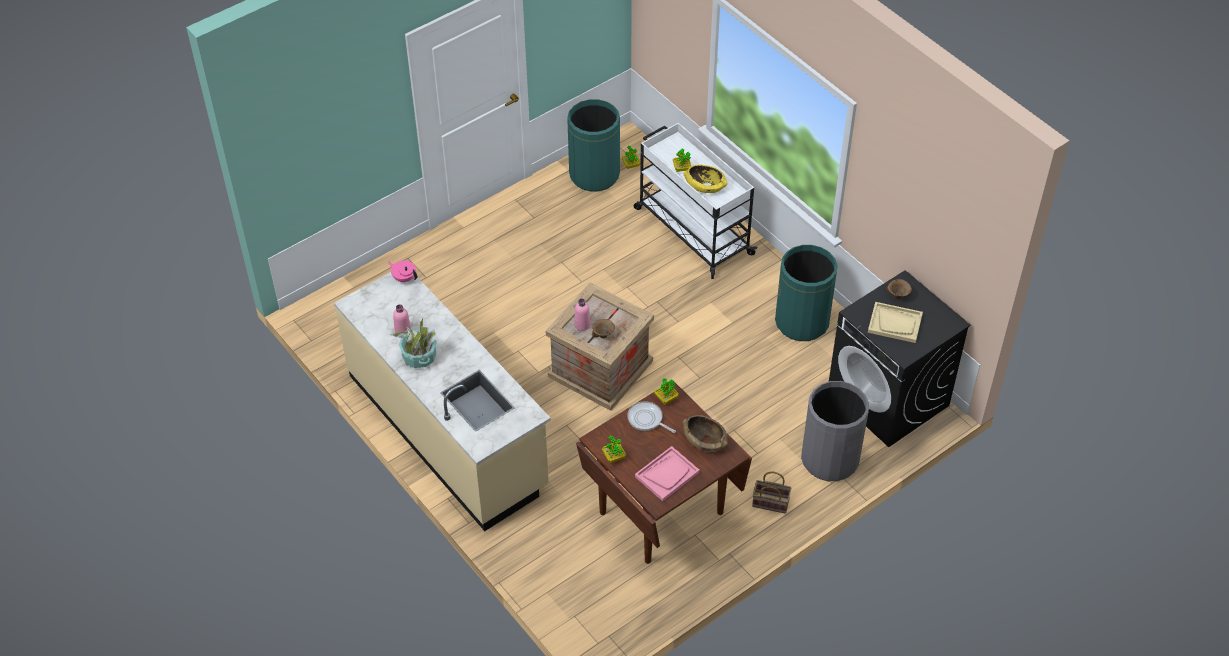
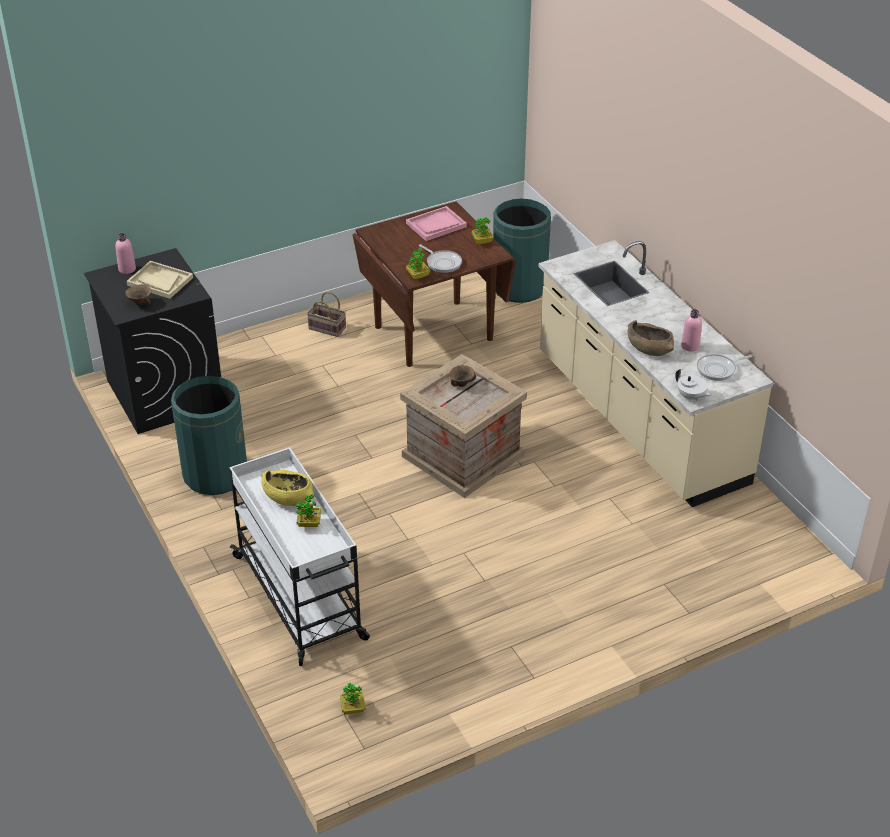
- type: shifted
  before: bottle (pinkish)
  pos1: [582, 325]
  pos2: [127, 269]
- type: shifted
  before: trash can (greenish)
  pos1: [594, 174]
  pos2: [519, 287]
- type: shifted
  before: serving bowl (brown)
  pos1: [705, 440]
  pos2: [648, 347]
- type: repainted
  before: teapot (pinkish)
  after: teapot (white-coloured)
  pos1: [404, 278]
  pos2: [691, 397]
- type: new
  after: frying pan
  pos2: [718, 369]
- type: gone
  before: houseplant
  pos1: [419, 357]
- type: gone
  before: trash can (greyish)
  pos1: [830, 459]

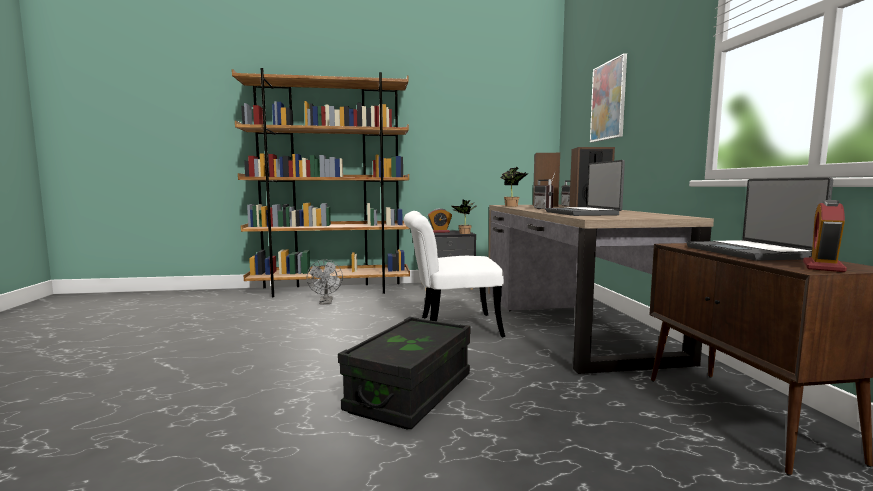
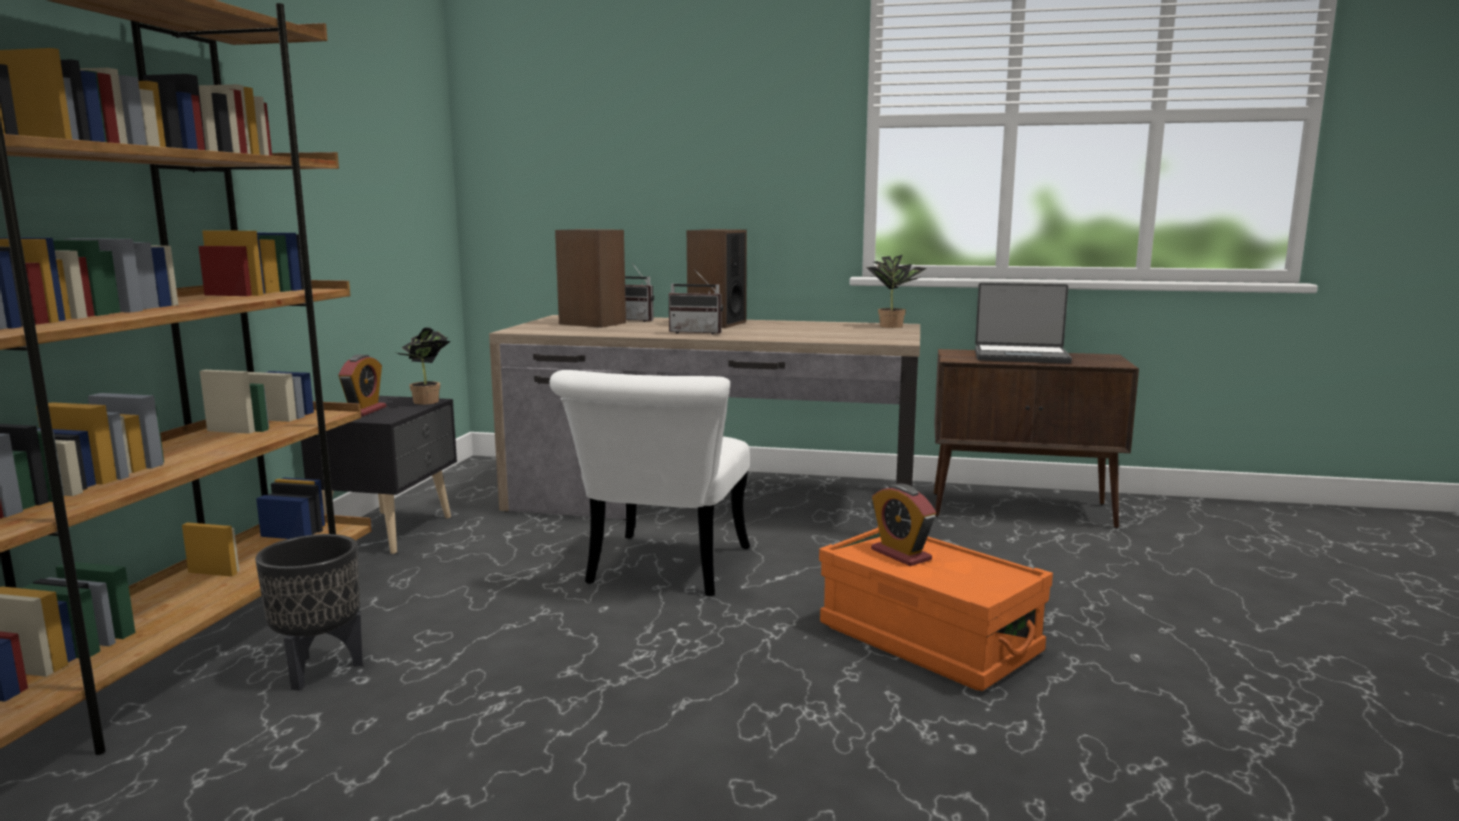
- type: swapped
  before: electric fan (greyish)
  after: planter (blackish)
  pos1: [326, 303]
  pos2: [320, 669]
- type: repainted
  before: storage container (blackish)
  after: storage container (orange)
  pos1: [410, 393]
  pos2: [928, 640]
- type: shifted
  before: houseplant
  pos1: [513, 206]
  pos2: [894, 326]
- type: shifted
  before: table clock
  pos1: [823, 267]
  pos2: [901, 554]
- type: gone
  before: notebook computer
  pos1: [583, 213]
- type: gone
  before: wall art
  pos1: [608, 101]

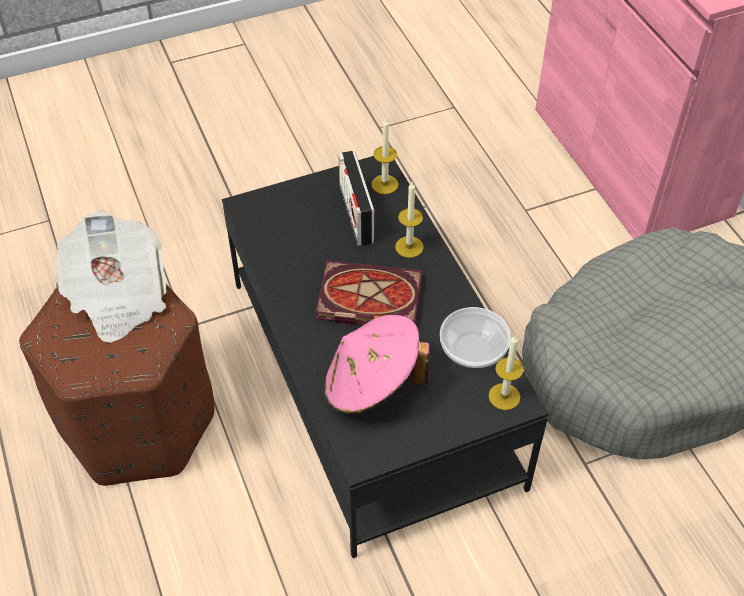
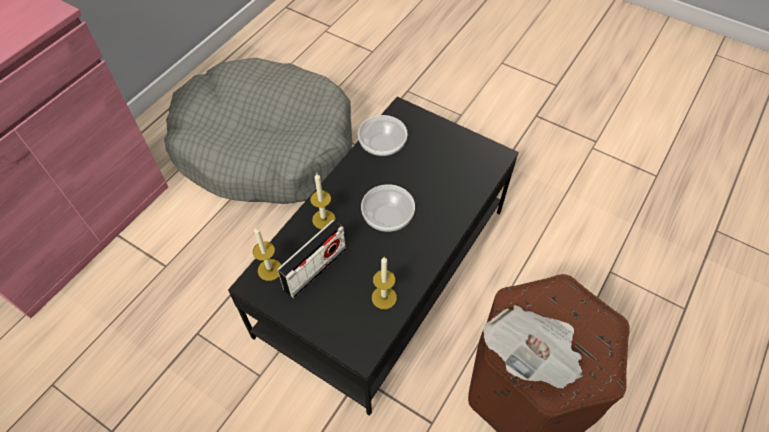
- type: swapped
  before: book
  after: serving bowl
  pos1: [366, 299]
  pos2: [388, 217]
- type: shifted
  before: wax candle
  pos1: [504, 396]
  pos2: [384, 297]
- type: gone
  before: wearable hat (pinkish)
  pos1: [372, 385]

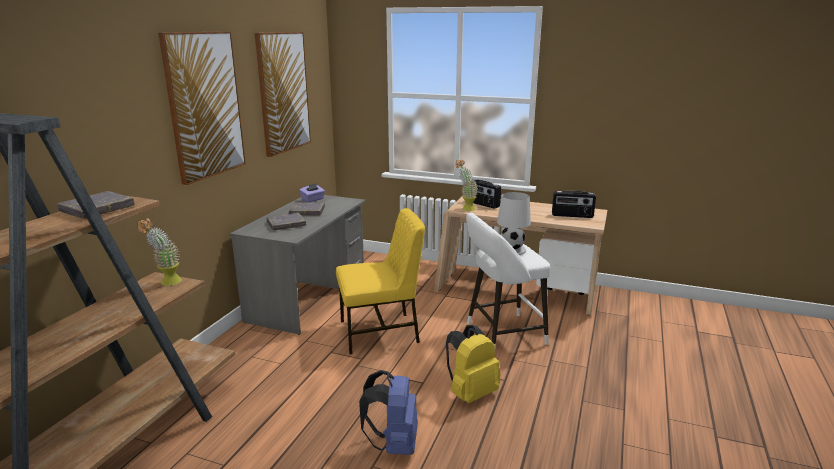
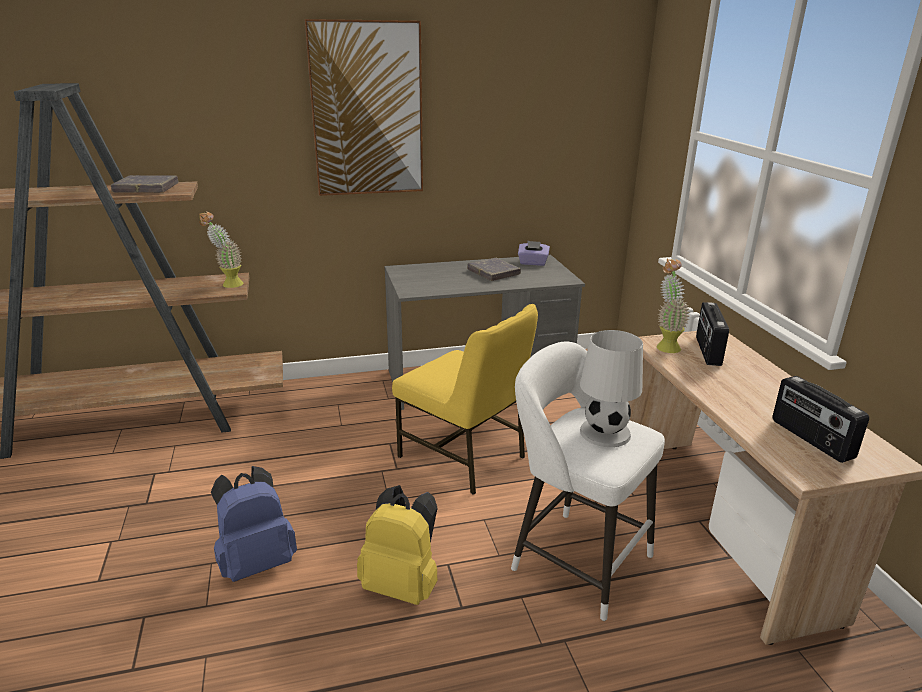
- type: gone
  before: wall art
  pos1: [283, 92]
- type: gone
  before: book (greyish)
  pos1: [286, 224]

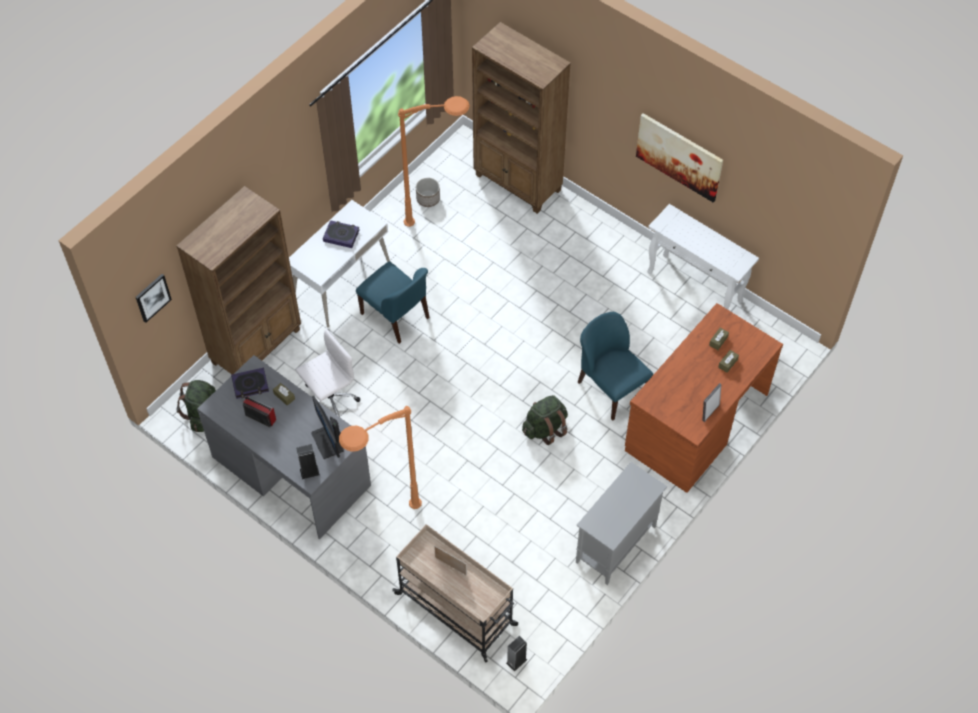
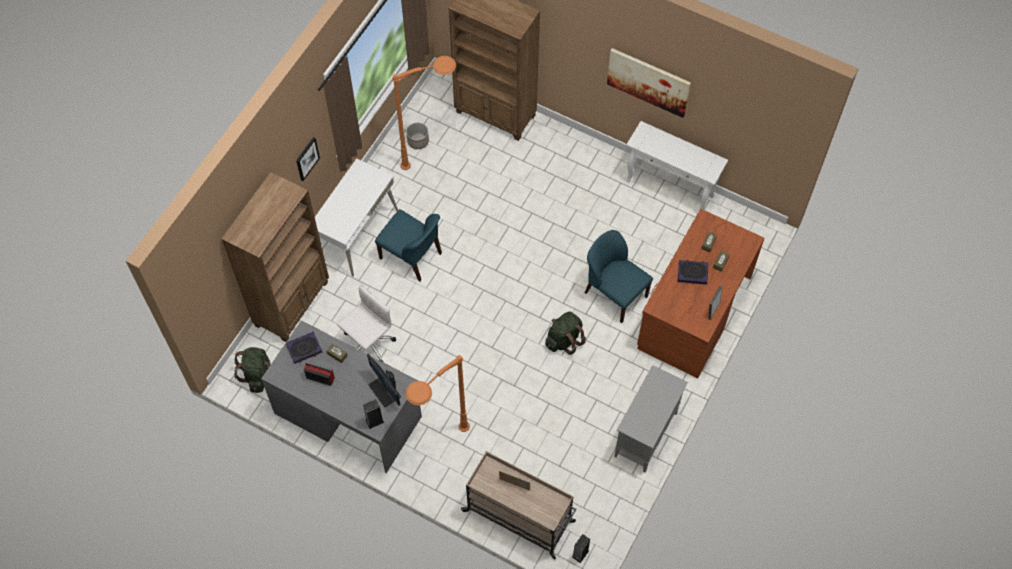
- type: shifted
  before: wall art
  pos1: [152, 297]
  pos2: [307, 158]
- type: shifted
  before: book
  pos1: [341, 235]
  pos2: [692, 273]

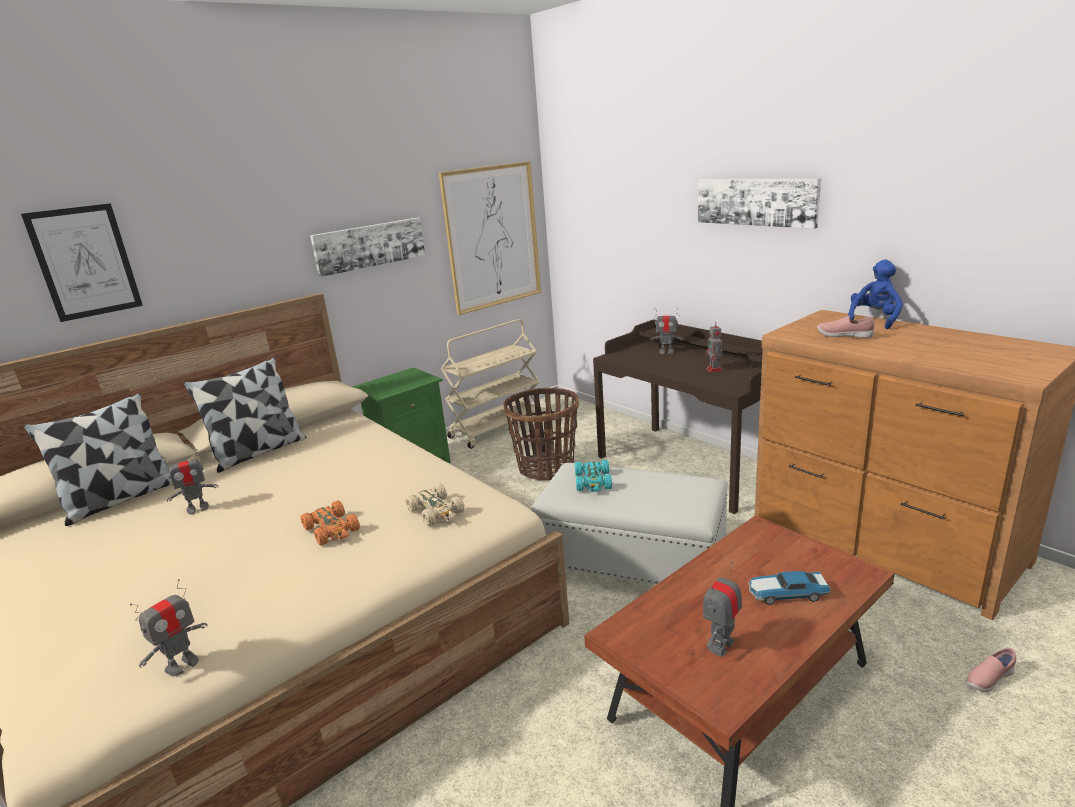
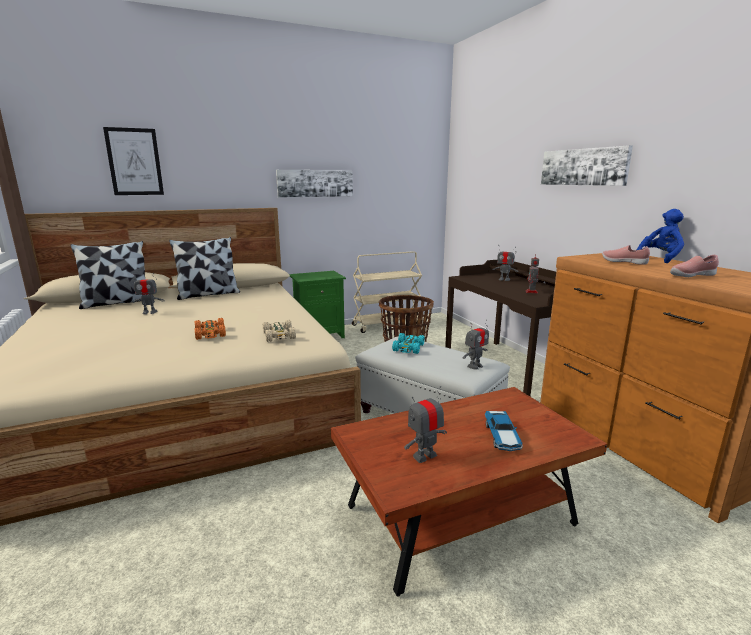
- type: shifted
  before: toy robot
  pos1: [182, 665]
  pos2: [475, 366]
- type: rotated
  before: model car
  pos1: [786, 593]
  pos2: [502, 437]
  turn: -105
- type: shifted
  before: shoe (pinkish)
  pos1: [988, 679]
  pos2: [691, 276]
- type: gone
  before: wall art
  pos1: [492, 237]

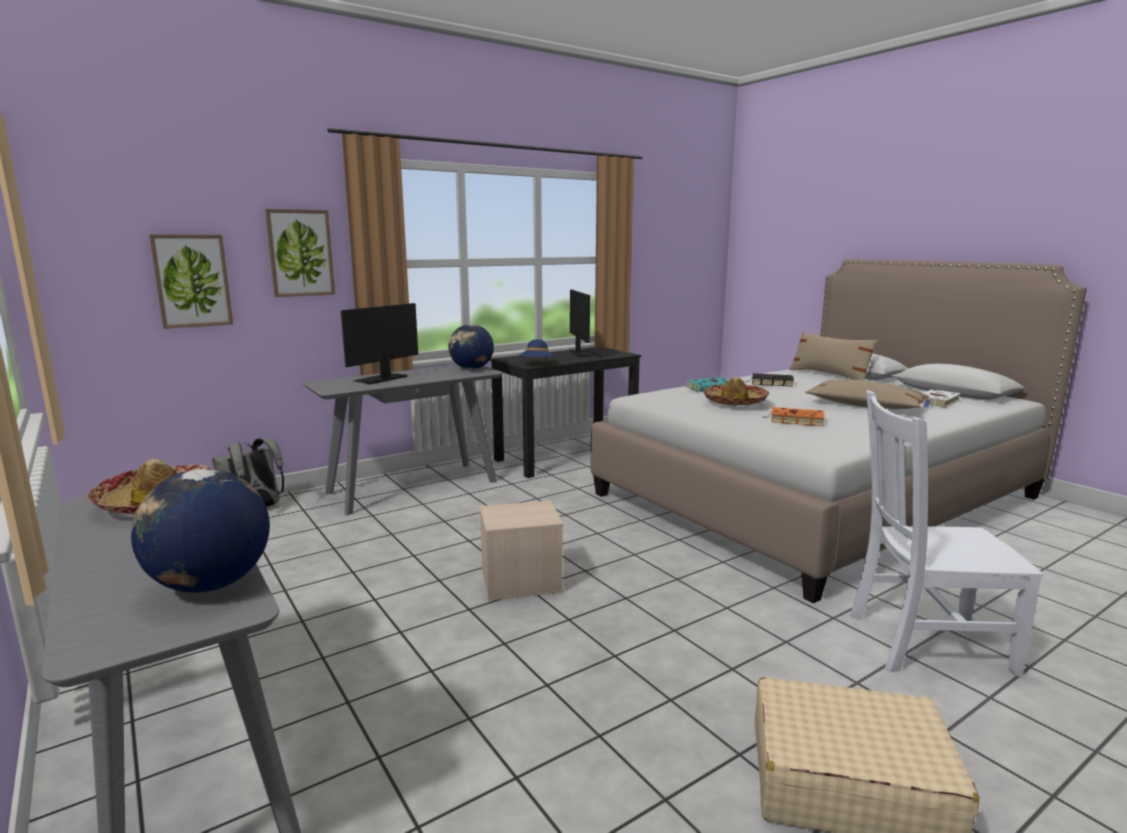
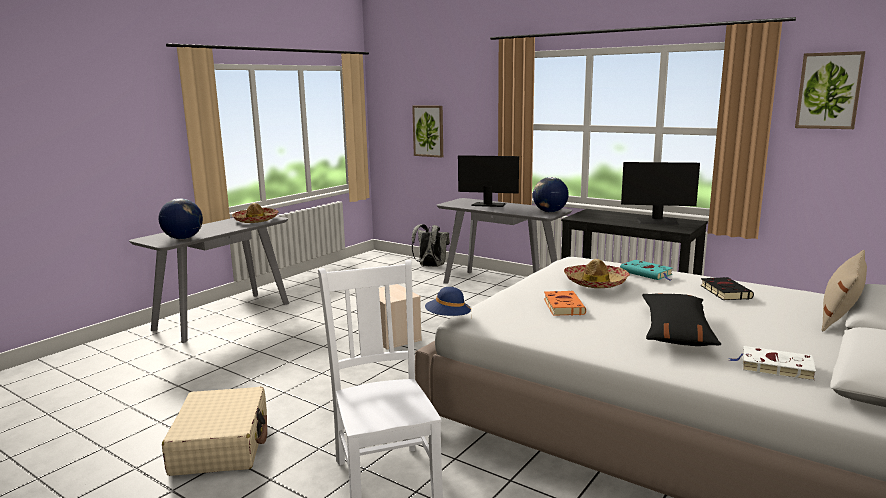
- type: shifted
  before: wearable hat (bluish)
  pos1: [537, 364]
  pos2: [448, 318]
- type: rotated
  before: computer screen
  pos1: [584, 353]
  pos2: [658, 221]
  turn: 45
- type: repainted
  before: throw pillow (beige)
  after: throw pillow (blackish)
  pos1: [865, 406]
  pos2: [676, 331]
- type: shifted
  before: wall art
  pos1: [300, 253]
  pos2: [829, 91]

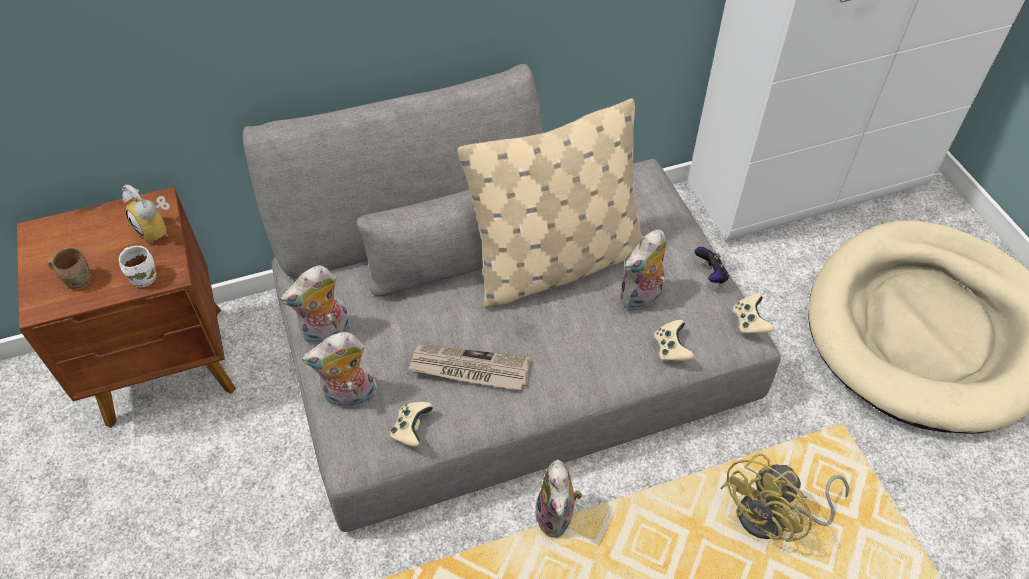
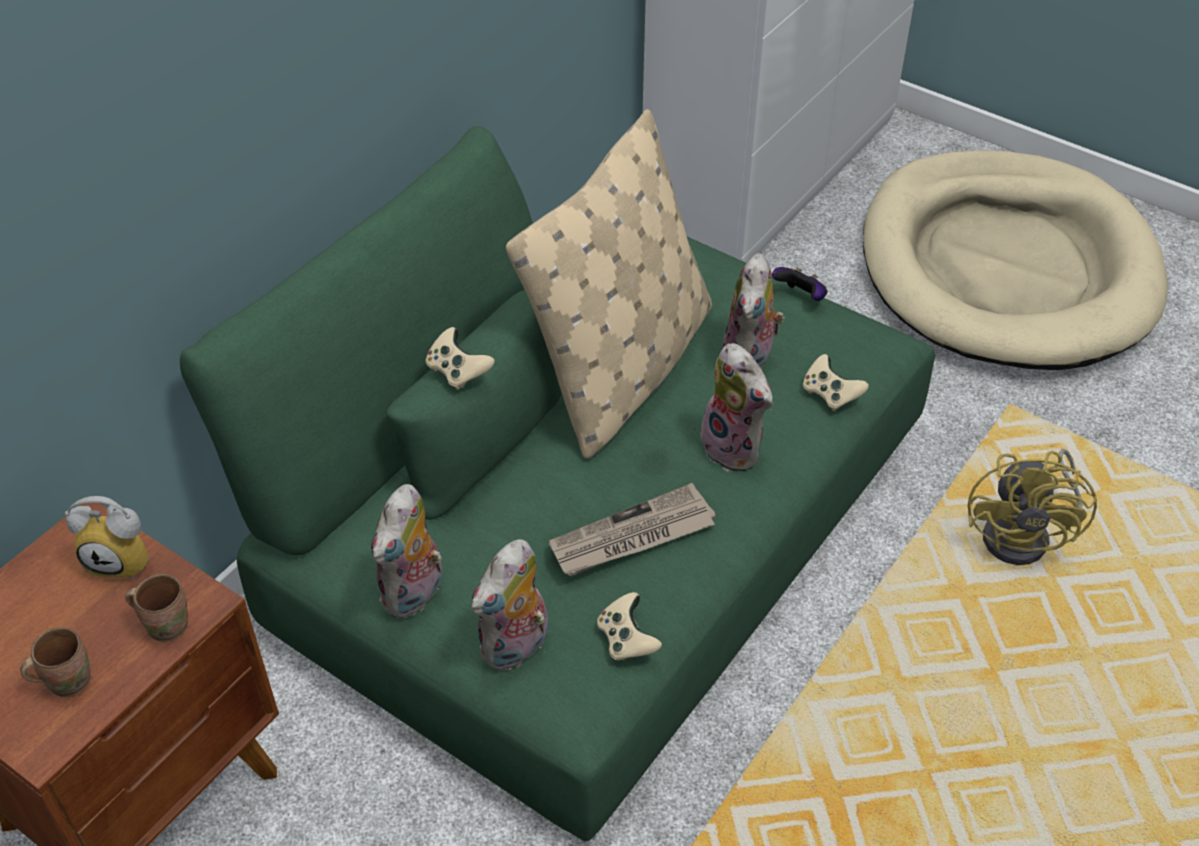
- type: repainted
  before: mug (white-coloured)
  after: mug (brown)
  pos1: [145, 276]
  pos2: [167, 624]
- type: repainted
  before: couch (greyish)
  after: couch (greenish)
  pos1: [514, 349]
  pos2: [601, 518]
- type: shifted
  before: joypad (beige)
  pos1: [749, 322]
  pos2: [458, 372]
- type: shifted
  before: cuddly toy
  pos1: [557, 517]
  pos2: [735, 448]

